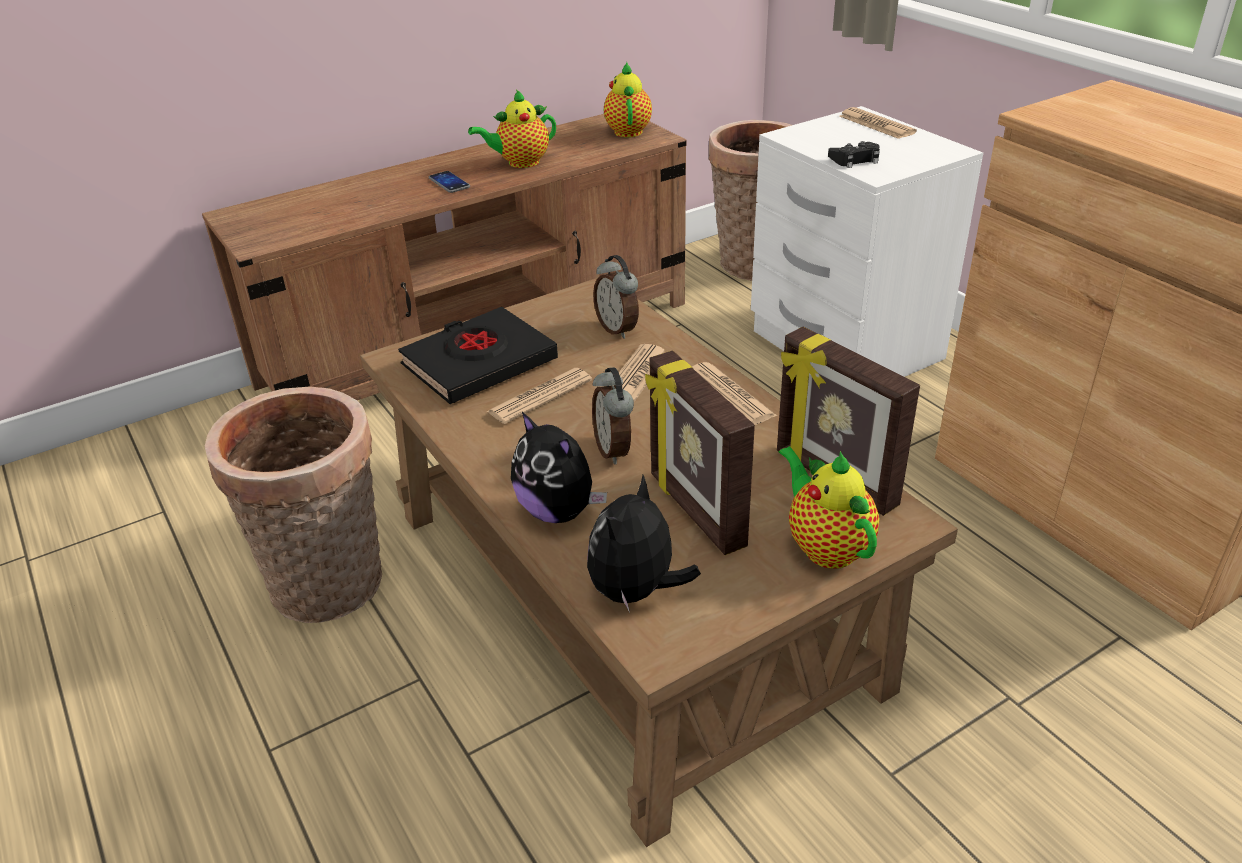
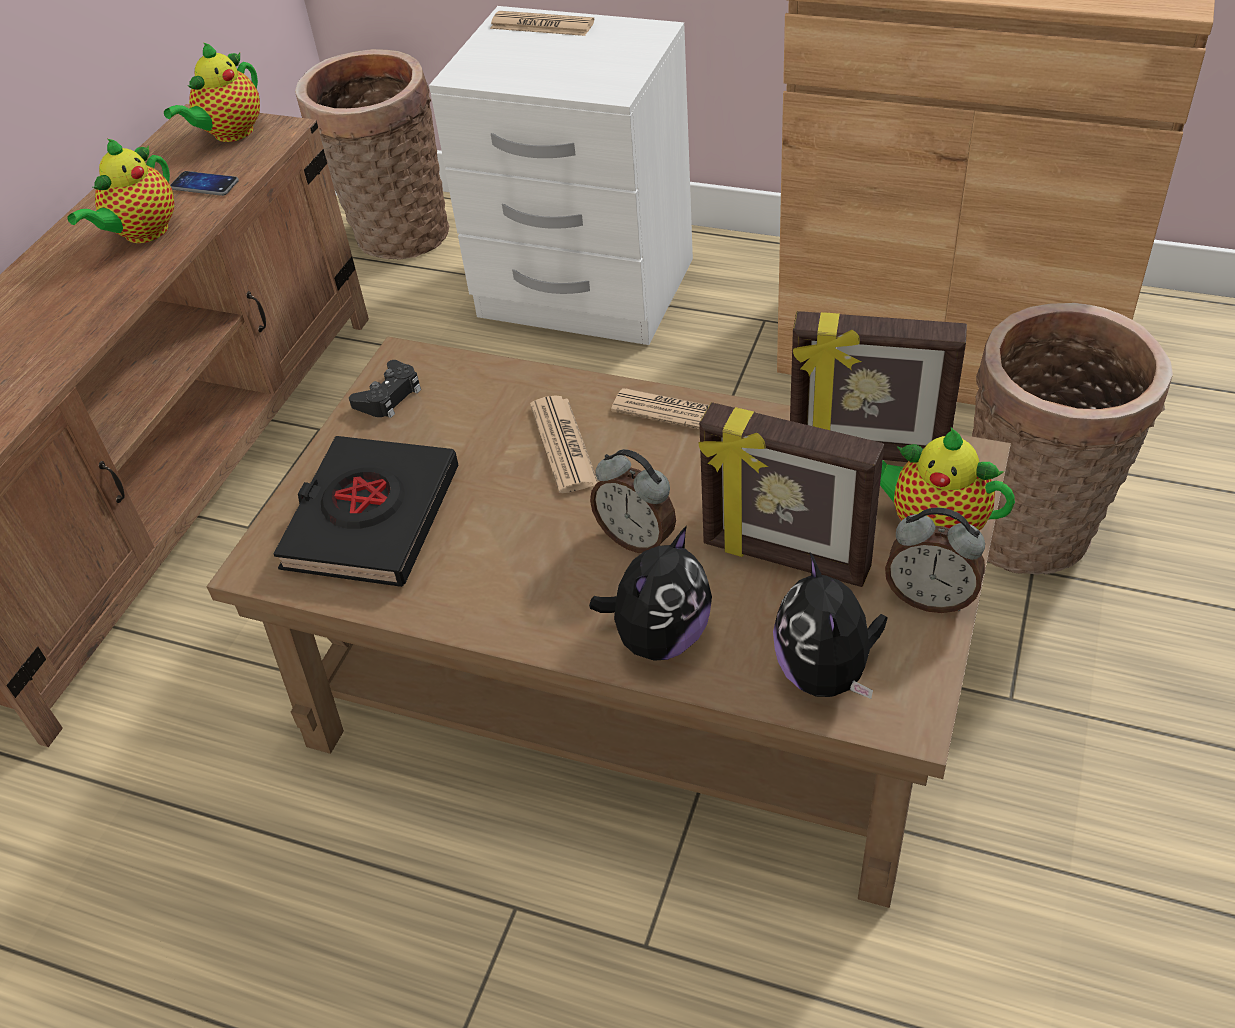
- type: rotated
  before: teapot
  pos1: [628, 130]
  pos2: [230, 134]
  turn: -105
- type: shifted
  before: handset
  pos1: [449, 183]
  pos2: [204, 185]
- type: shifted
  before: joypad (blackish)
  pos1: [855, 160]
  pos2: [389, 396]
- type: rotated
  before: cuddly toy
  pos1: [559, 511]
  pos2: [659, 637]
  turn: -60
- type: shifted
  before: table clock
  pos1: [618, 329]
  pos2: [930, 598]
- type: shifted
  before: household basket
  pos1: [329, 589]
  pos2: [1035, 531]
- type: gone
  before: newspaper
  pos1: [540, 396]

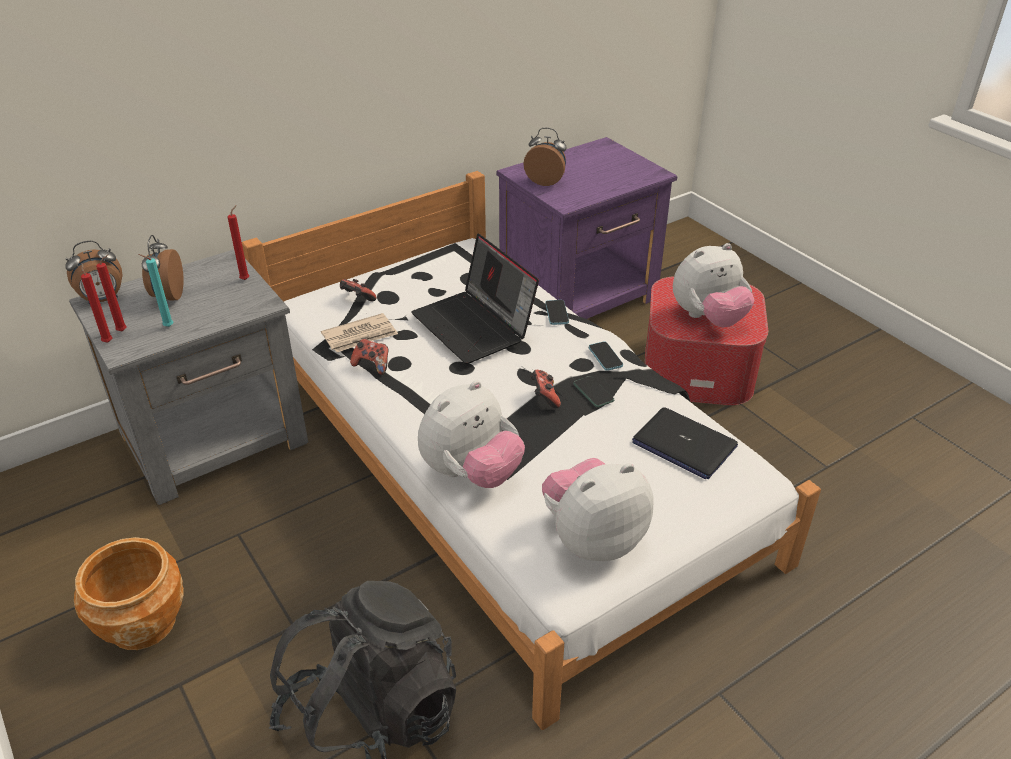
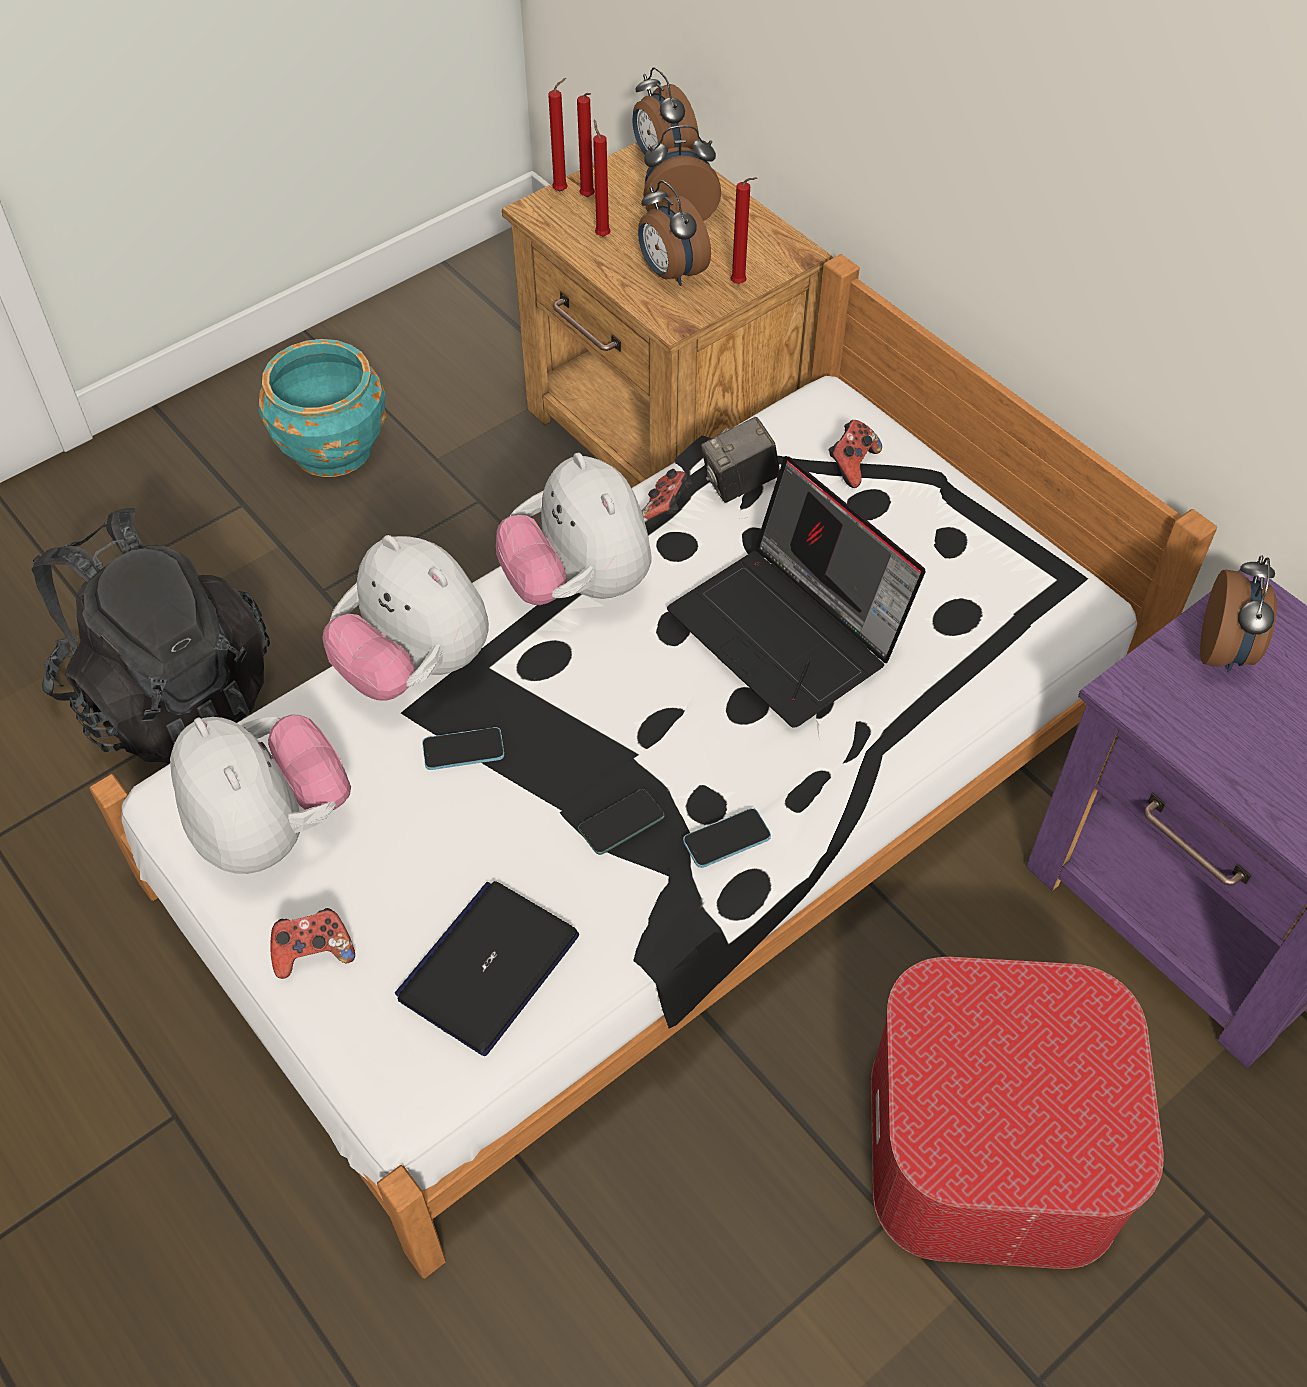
- type: repainted
  before: planter (brown)
  after: planter (turquoise-coloured)
  pos1: [142, 622]
  pos2: [333, 448]
- type: shifted
  before: joypad
  pos1: [544, 397]
  pos2: [313, 952]
- type: shifted
  before: handset
  pos1: [556, 313]
  pos2: [463, 750]
- type: shifted
  before: cuddly toy
  pos1: [708, 318]
  pos2: [578, 585]
- type: repainted
  before: night table (greyish)
  after: night table (brown)
  pos1: [217, 438]
  pos2: [665, 435]
- type: repainted
  before: wax candle (turquoise-coloured)
  after: wax candle (red)
  pos1: [167, 327]
  pos2: [602, 234]
- type: new
  after: table clock
  pos2: [670, 273]
- type: rotated
  before: notebook computer
  pos1: [475, 326]
  pos2: [790, 632]
  turn: -90
- type: swapped
  before: newspaper
  after: still camera
  pos1: [360, 336]
  pos2: [739, 484]

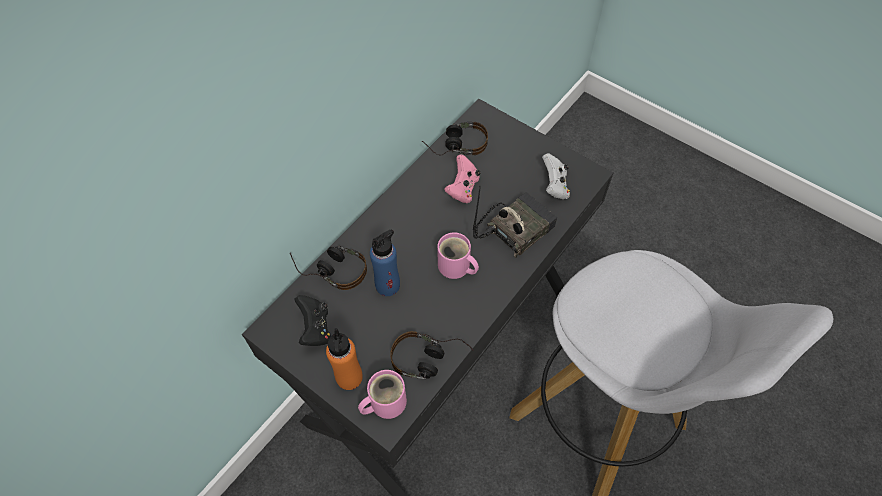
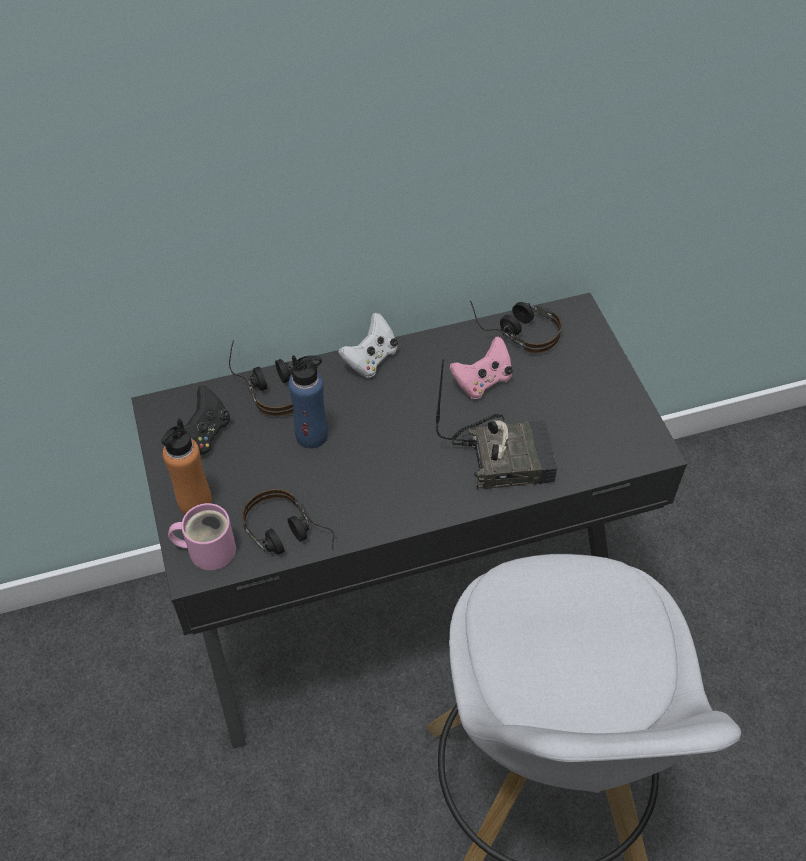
- type: shifted
  before: joypad (white-coloured)
  pos1: [554, 186]
  pos2: [370, 359]
- type: gone
  before: mug (pinkish)
  pos1: [456, 267]

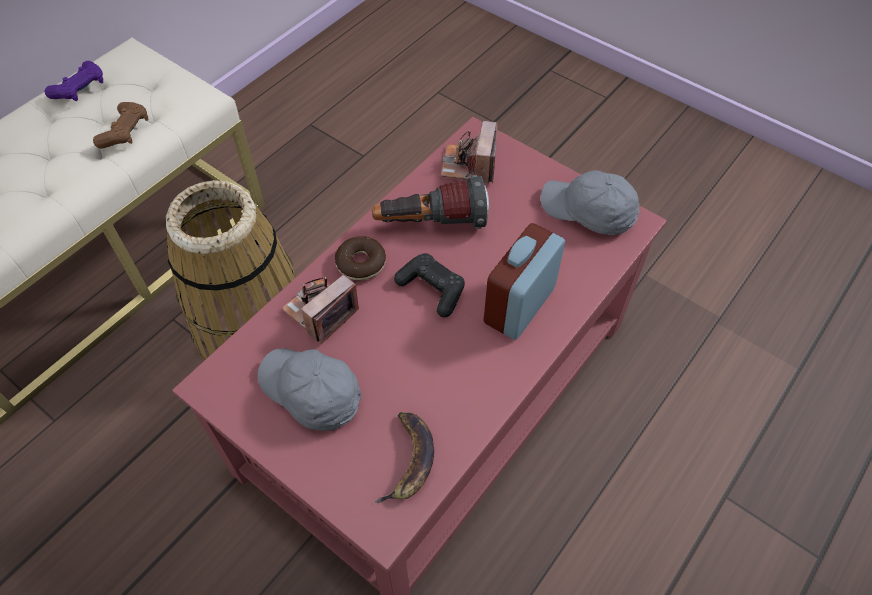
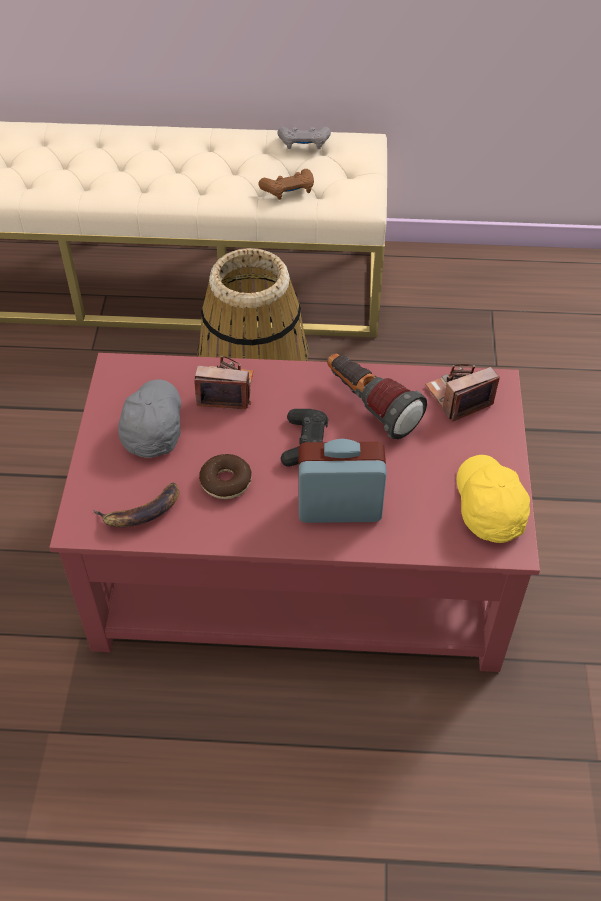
- type: shifted
  before: donut
  pos1: [361, 263]
  pos2: [226, 482]
- type: repainted
  before: joypad (purplish)
  after: joypad (greyish)
  pos1: [80, 89]
  pos2: [304, 143]
- type: repainted
  before: peaked cap (greyish)
  after: peaked cap (yellowish)
  pos1: [588, 212]
  pos2: [488, 506]

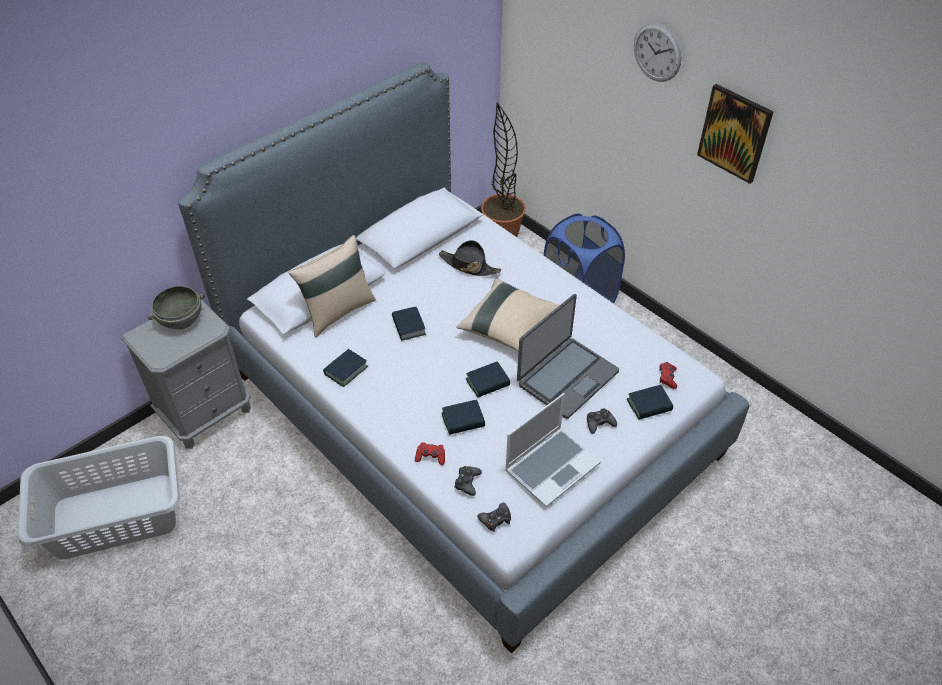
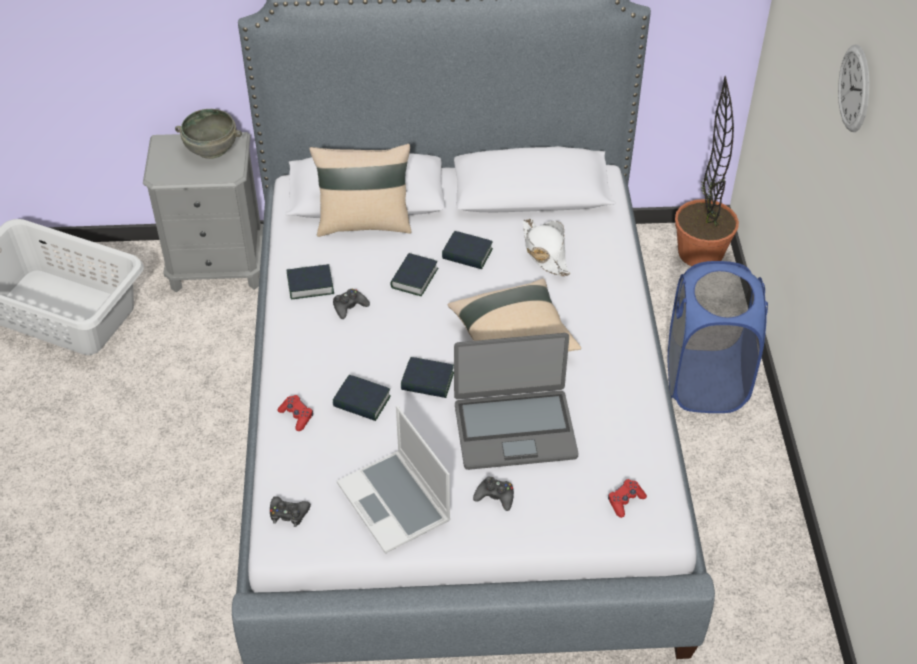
- type: shifted
  before: joypad (blackish)
  pos1: [467, 482]
  pos2: [349, 306]
- type: rotated
  before: notebook computer
  pos1: [552, 466]
  pos2: [396, 503]
  turn: 60
- type: shifted
  before: book
  pos1: [649, 405]
  pos2: [467, 254]
- type: repainted
  before: wearable hat (blackish)
  after: wearable hat (white-coloured)
  pos1: [469, 266]
  pos2: [544, 252]
- type: gone
  before: wall art
  pos1: [734, 133]

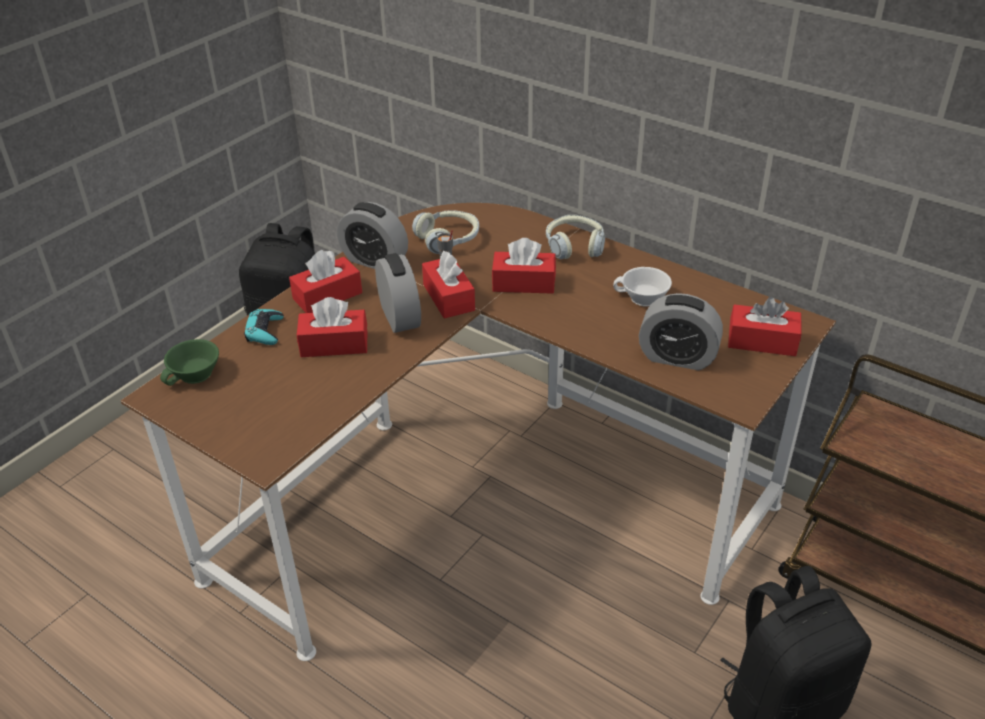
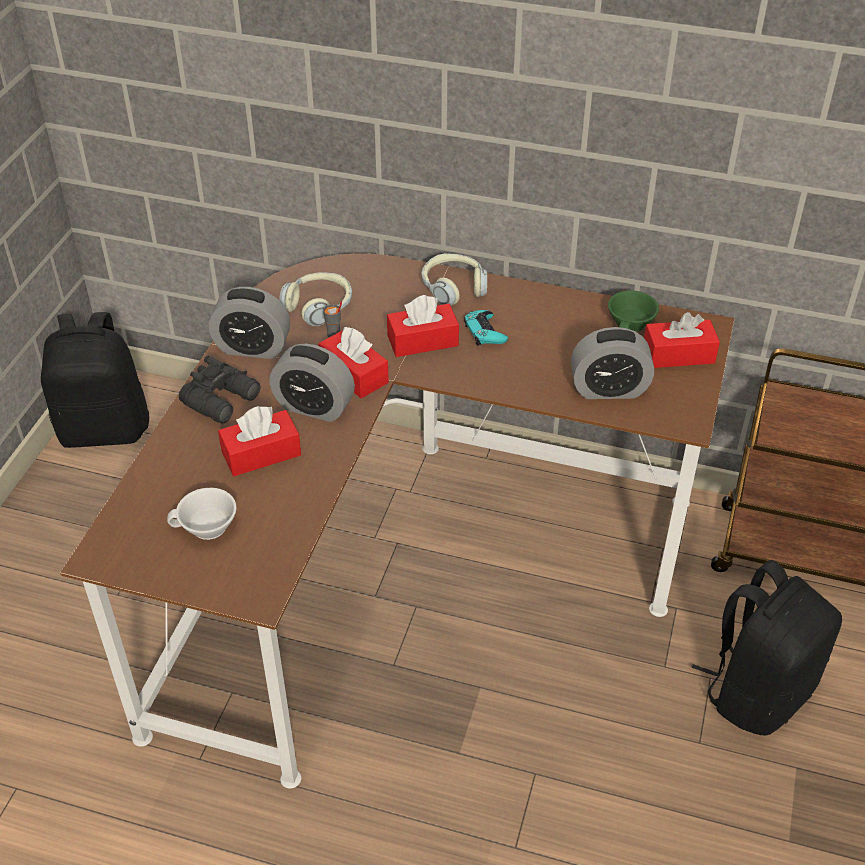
- type: shifted
  before: small cup (white-coloured)
  pos1: [642, 299]
  pos2: [207, 528]
- type: swapped
  before: tissue holder (red)
  after: field glasses (blackish)
  pos1: [327, 296]
  pos2: [223, 400]
- type: rotated
  before: table clock
  pos1: [400, 317]
  pos2: [314, 407]
  turn: 150
- type: shifted
  before: joypad (turquoise-coloured)
  pos1: [265, 331]
  pos2: [484, 332]
- type: shifted
  before: small cup (greenish)
  pos1: [195, 375]
  pos2: [632, 324]

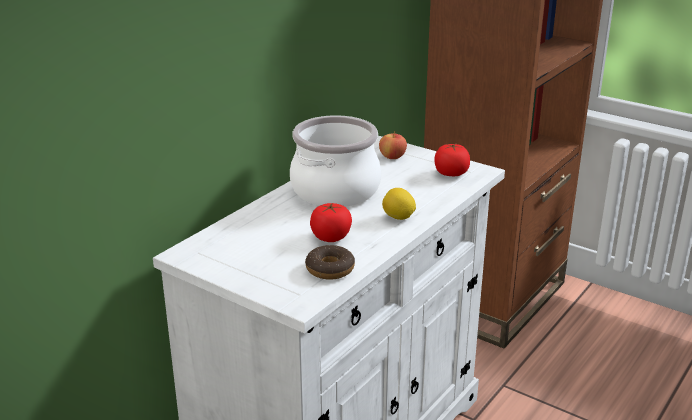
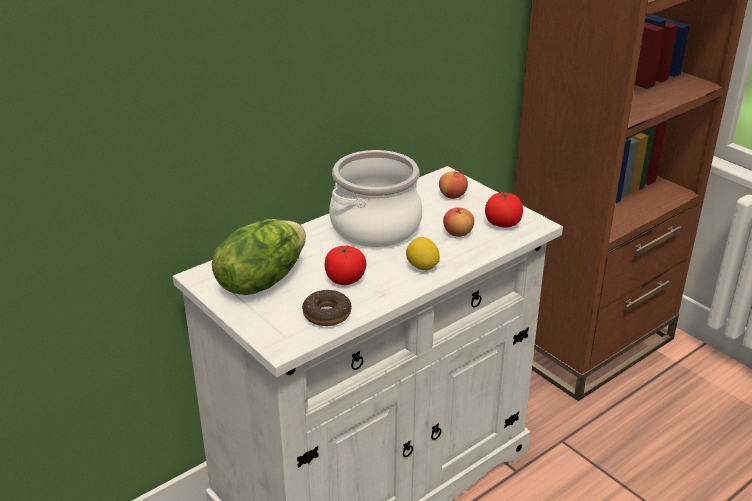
- type: new
  after: lettuce head
  pos2: [261, 280]
- type: new
  after: whole apple
  pos2: [458, 233]

